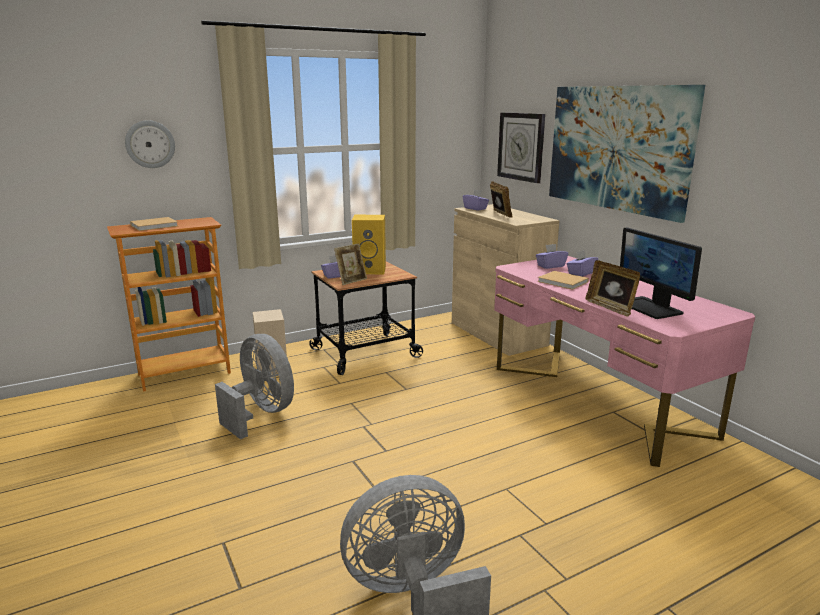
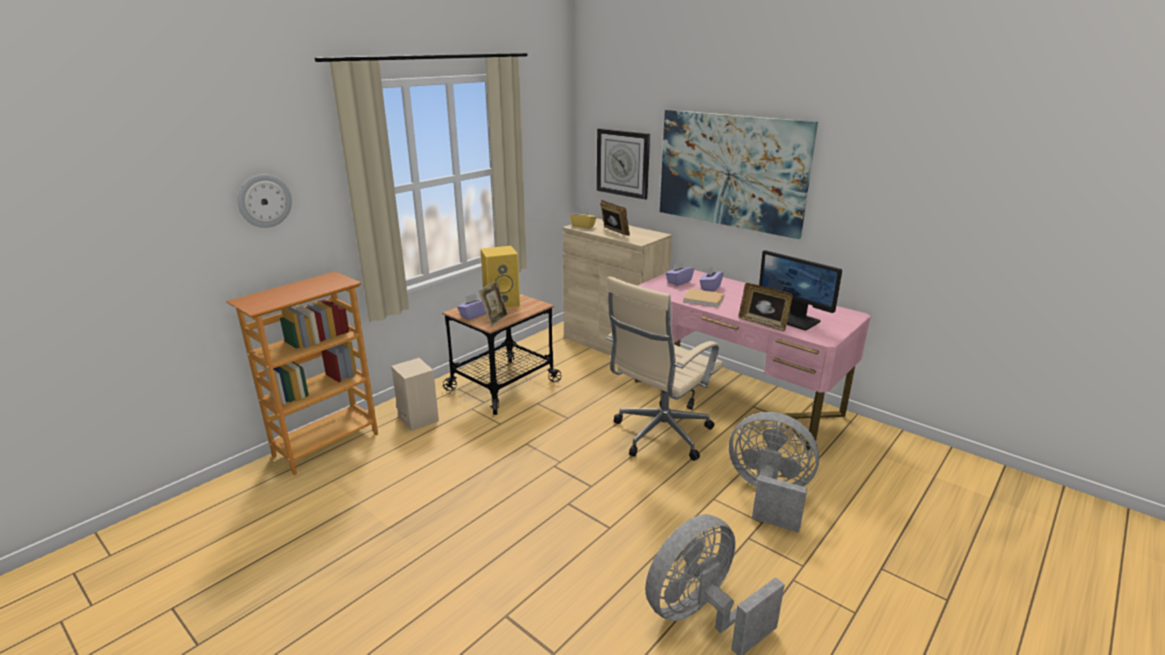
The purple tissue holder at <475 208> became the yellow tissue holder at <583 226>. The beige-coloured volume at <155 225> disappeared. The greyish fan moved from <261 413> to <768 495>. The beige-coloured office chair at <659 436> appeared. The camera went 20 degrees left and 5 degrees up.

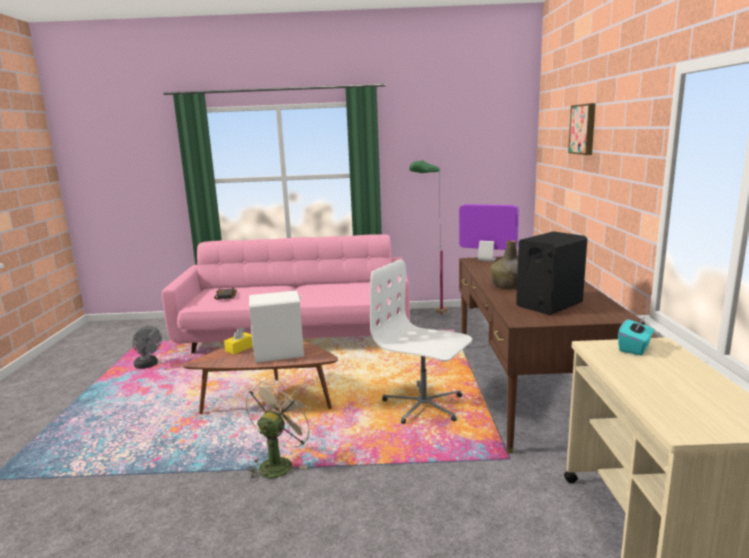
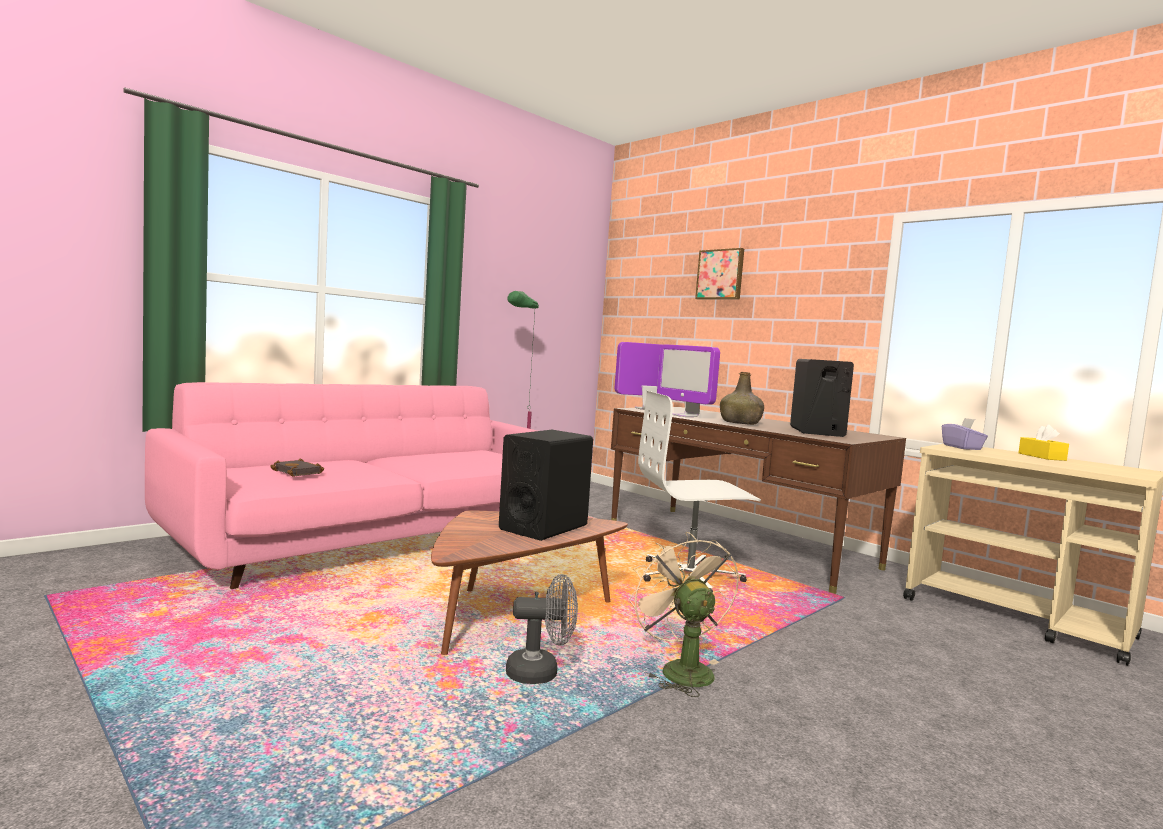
The white-coloured audio speaker at <279 353> became the black audio speaker at <544 527>. The blue-green tissue holder at <634 348> became the purple tissue holder at <962 447>. The greyish fan moved from <148 365> to <541 672>. The yellow tissue holder moved from <240 348> to <1041 457>. The computer display at <685 416> appeared. The camera went 45 degrees left and 10 degrees down.

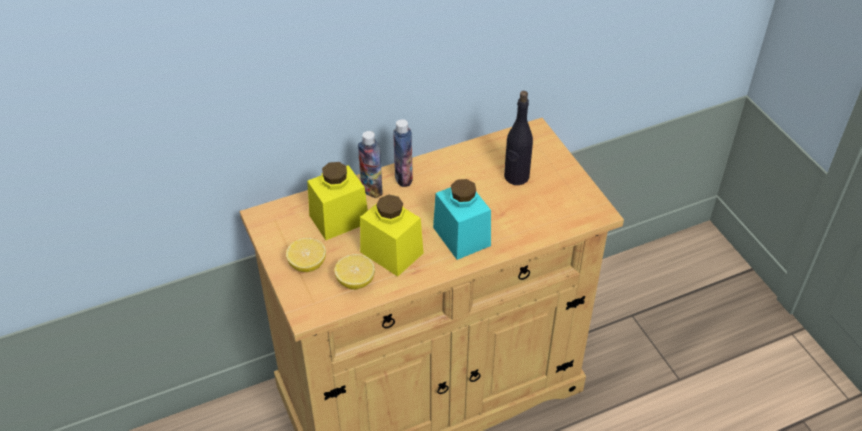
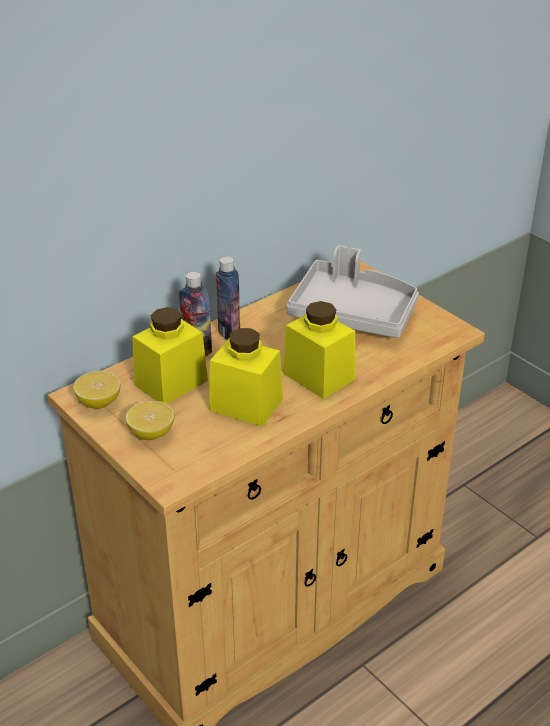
The black beverage bottle at <516 177> was replaced by the greyish carrying tray at <353 313>. The blue-green preserve jar at <461 236> became the yellow preserve jar at <318 376>. The lemon moved from <355 281> to <99 402>. The camera went 15 degrees left and 10 degrees down.

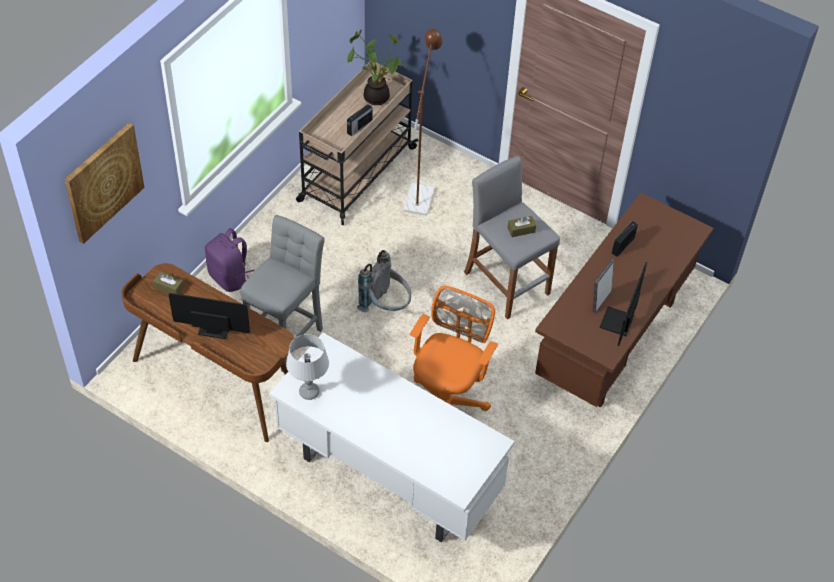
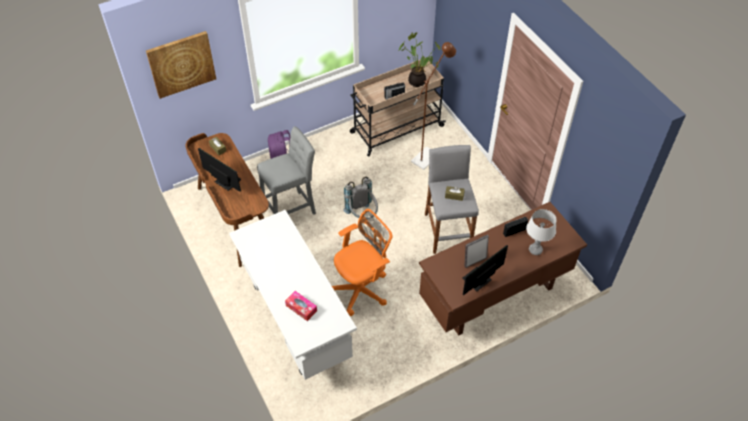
The greyish lamp for a table moved from <309 392> to <535 250>. The tissue holder at <301 308> appeared. The camera went 30 degrees right and 0 degrees up.

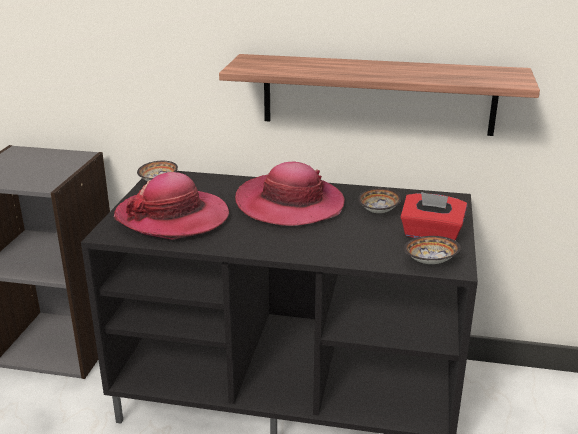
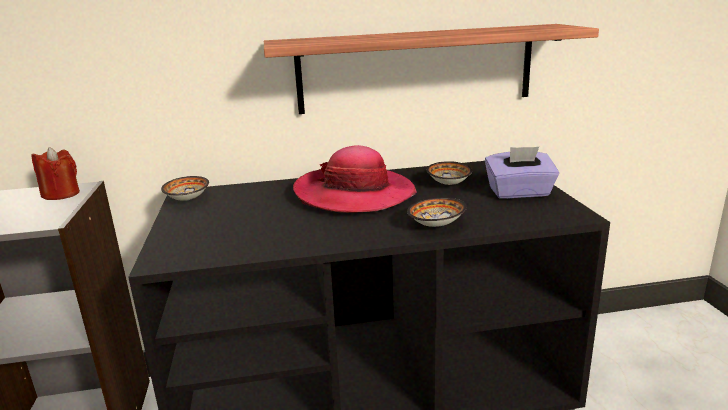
The hat at <173 217> disappeared. The reddish tissue holder at <431 234> became the purple tissue holder at <519 193>. The serving bowl moved from <432 262> to <438 225>. The reddish candle at <61 194> appeared. The camera went 20 degrees left and 5 degrees down.

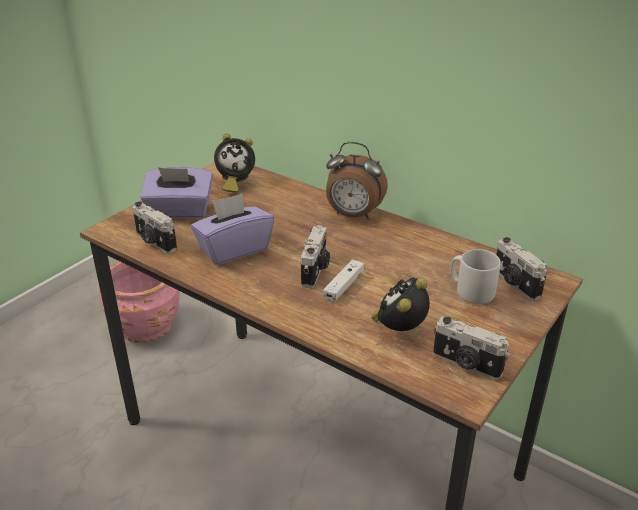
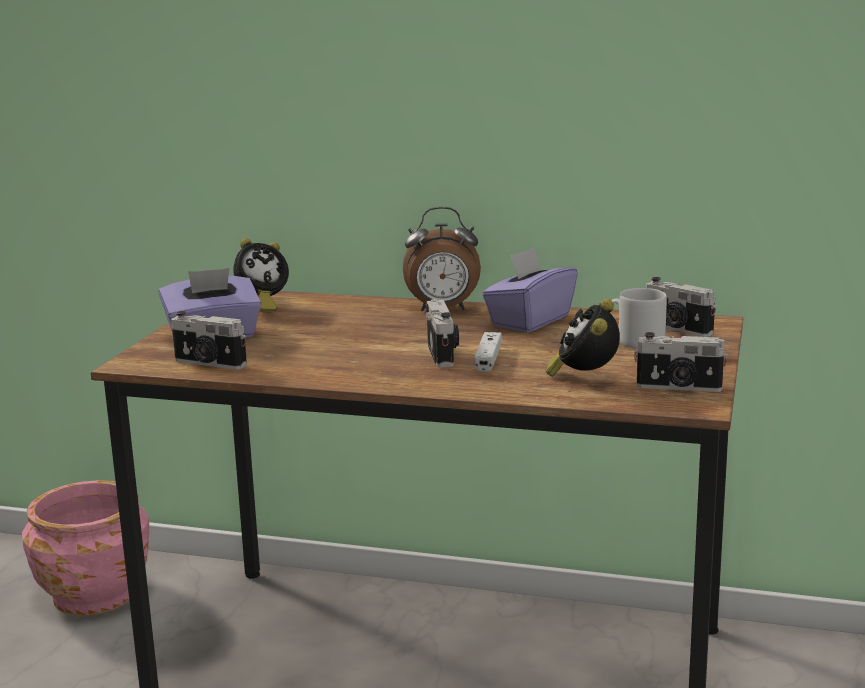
The purple tissue holder moved from <234 249> to <529 321>. The camera went 20 degrees left and 15 degrees down.

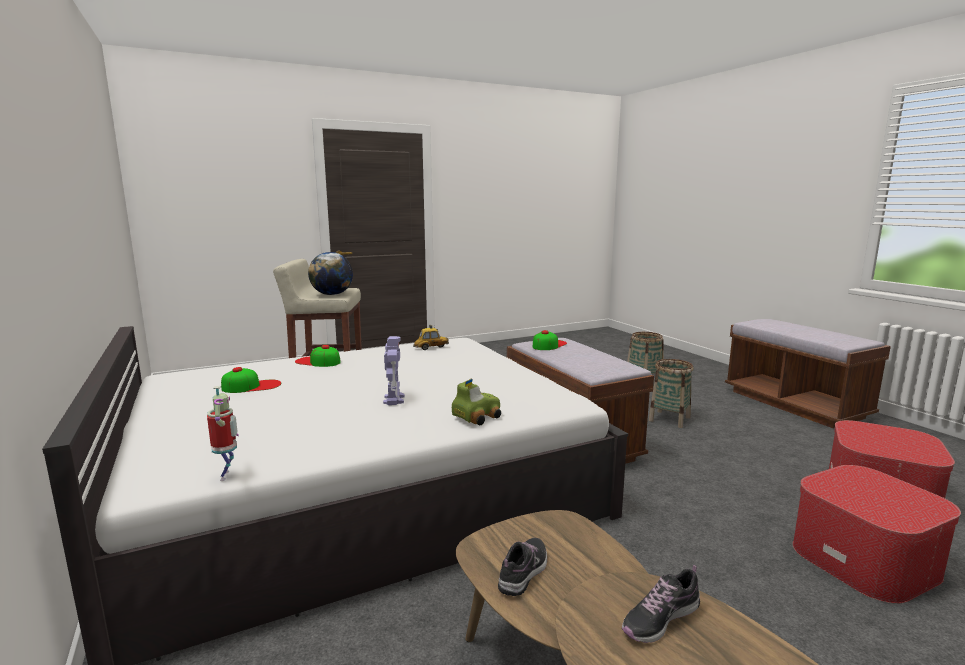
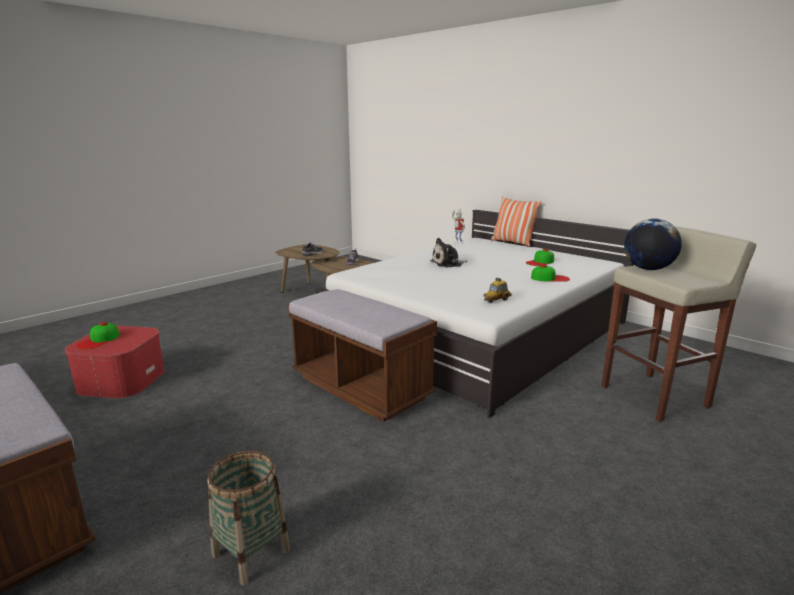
The baseball cap moved from <549 345> to <99 340>. The toy robot at <394 399> was replaced by the cuddly toy at <448 264>. The basket at <669 419> disappeared. The miniature car at <476 417> disappeared. The footrest at <865 559> disappeared. The cushion at <512 242> appeared. The camera went 160 degrees right and 5 degrees up.

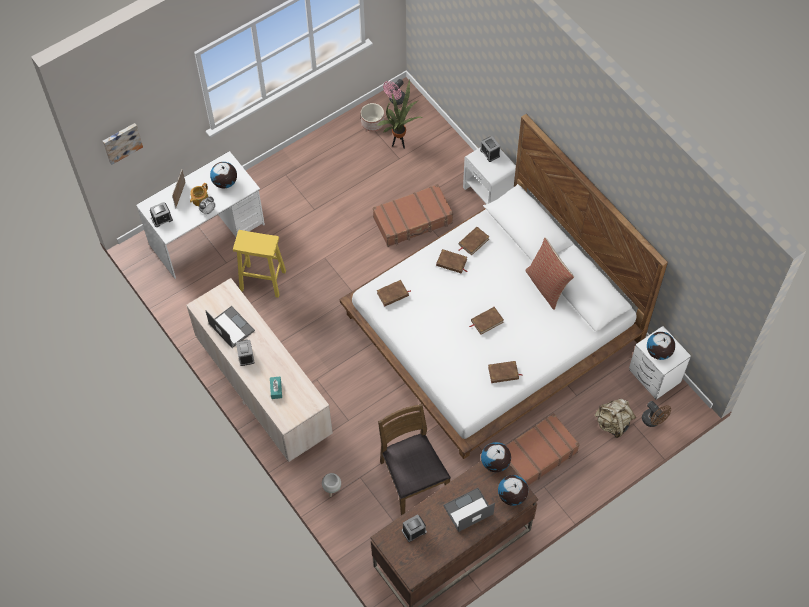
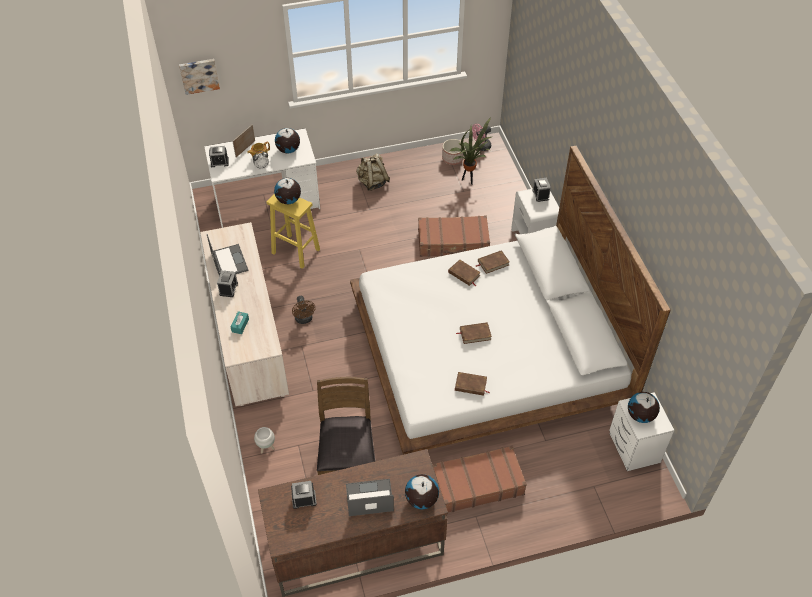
The cushion at <547 286> disappeared. The brown-coloured volume at <393 294> disappeared. The beige-coloured rucksack moved from <613 423> to <372 183>. The brown-coloured fan moved from <653 421> to <304 319>. The world globe moved from <495 463> to <288 200>. The camera went 20 degrees right and 10 degrees down.

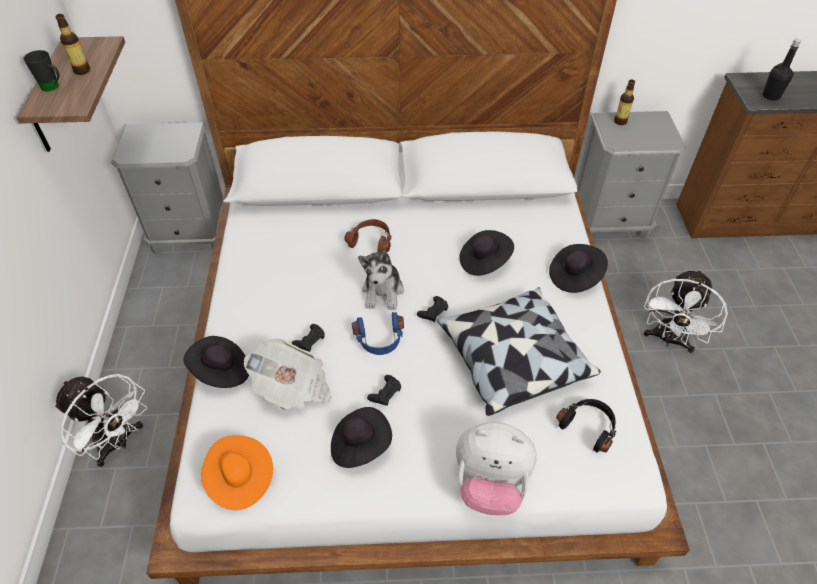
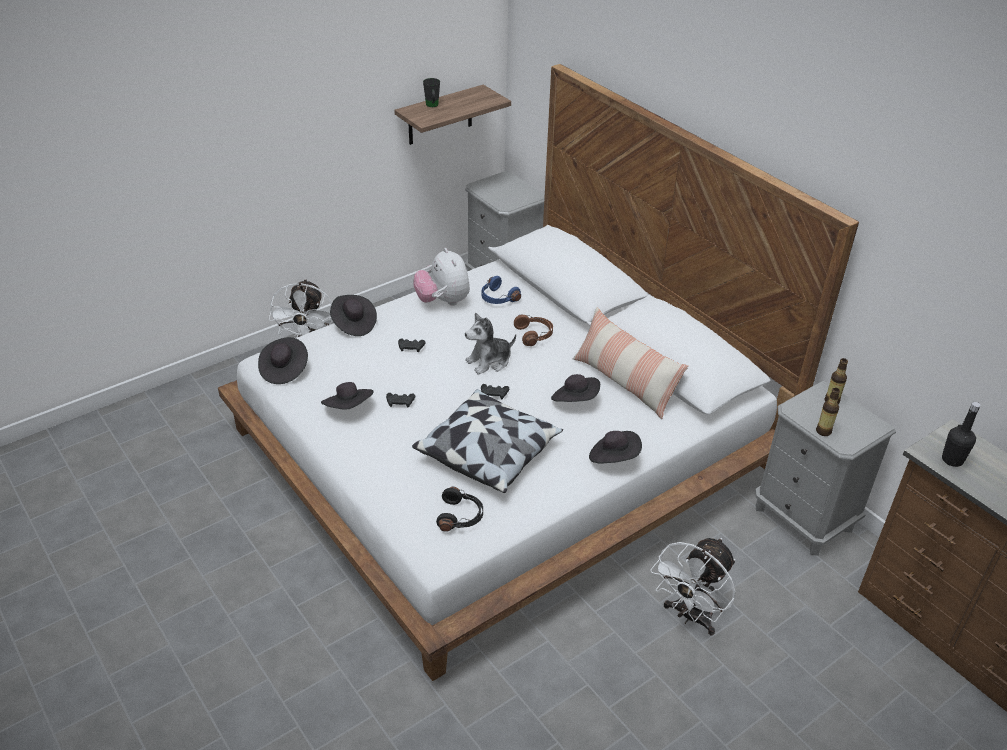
The beverage bottle moved from <82 71> to <823 431>. The white-coloured fan at <668 340> turned 45 degrees counterclockwise. The blue headphones moved from <380 340> to <498 298>. The printed paper at <293 387> disappeared. The cuddly toy moved from <490 484> to <443 301>. The orange hat at <240 479> became the black hat at <284 370>. The cushion at <624 382> appeared. The camera went 55 degrees right and 10 degrees down.

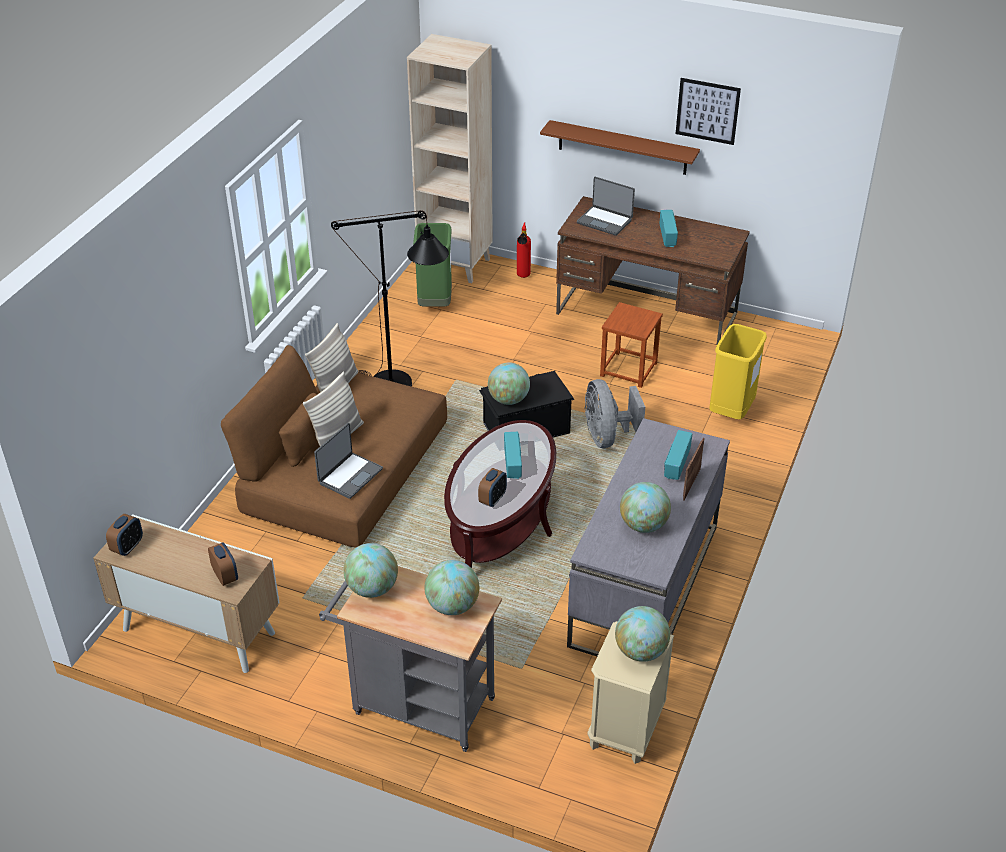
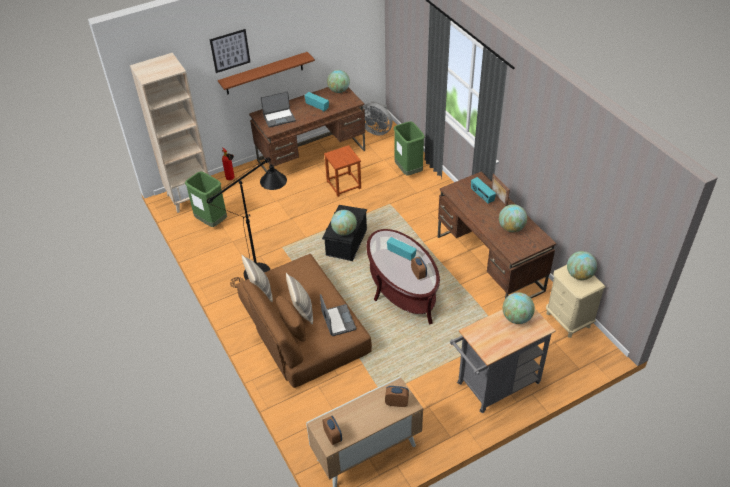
The picture moved from <707 111> to <230 50>. The yellow rubbish bin at <731 412> became the green rubbish bin at <408 171>. The greyish fan moved from <607 437> to <376 130>. The greyish desk unit at <644 586> became the brown-coloured desk unit at <490 264>. The world globe moved from <372 588> to <339 90>. The camera went 50 degrees left and 5 degrees up.

